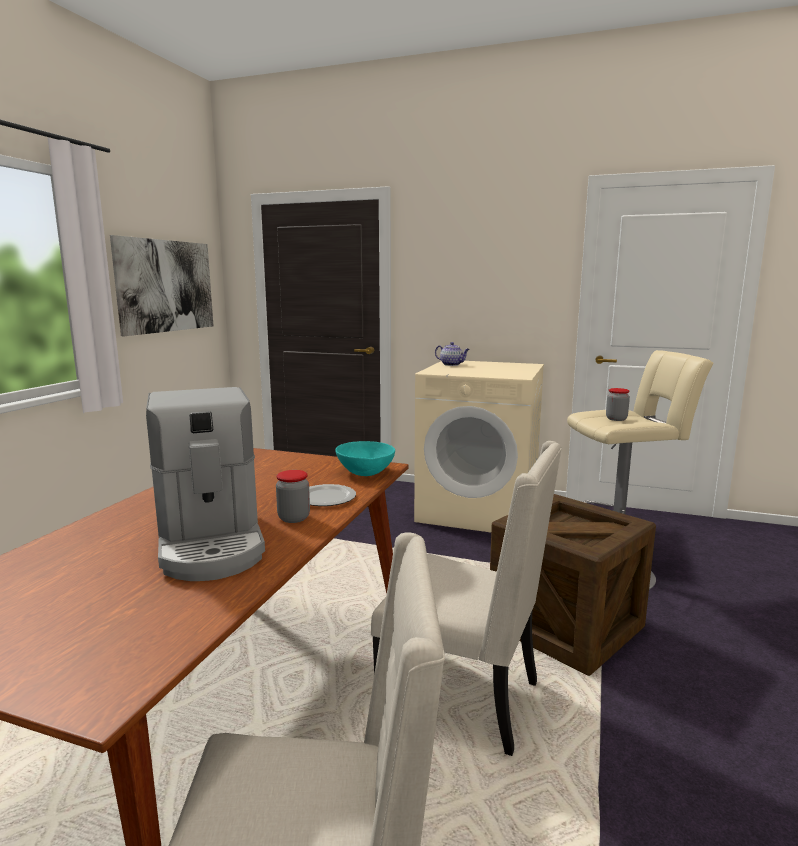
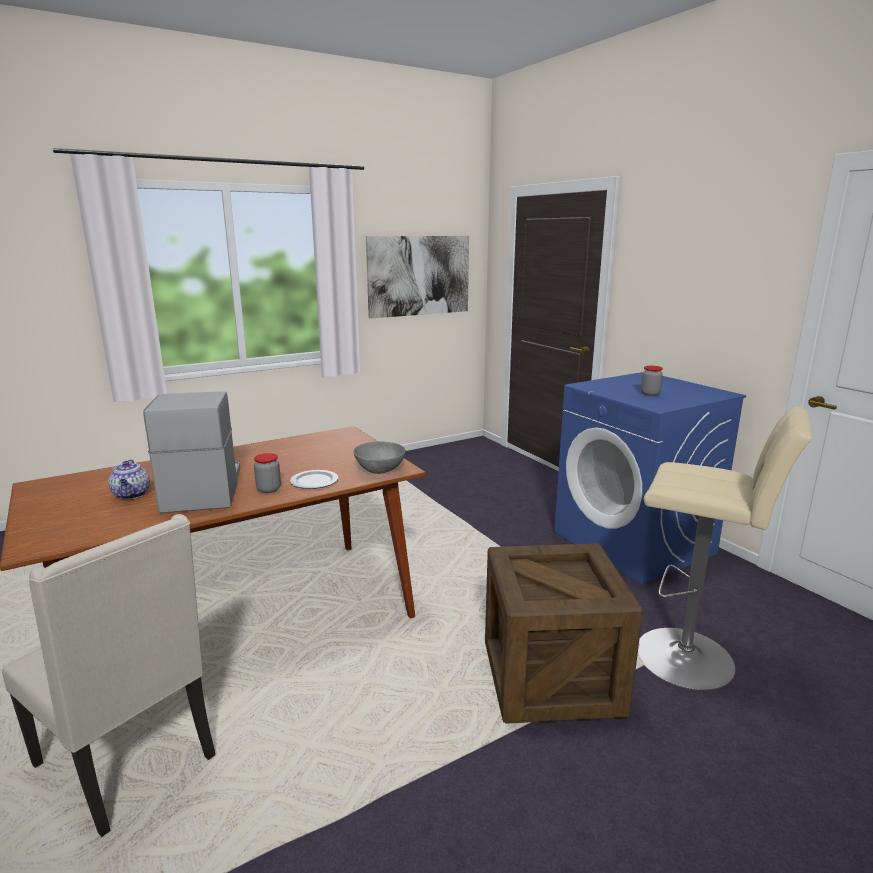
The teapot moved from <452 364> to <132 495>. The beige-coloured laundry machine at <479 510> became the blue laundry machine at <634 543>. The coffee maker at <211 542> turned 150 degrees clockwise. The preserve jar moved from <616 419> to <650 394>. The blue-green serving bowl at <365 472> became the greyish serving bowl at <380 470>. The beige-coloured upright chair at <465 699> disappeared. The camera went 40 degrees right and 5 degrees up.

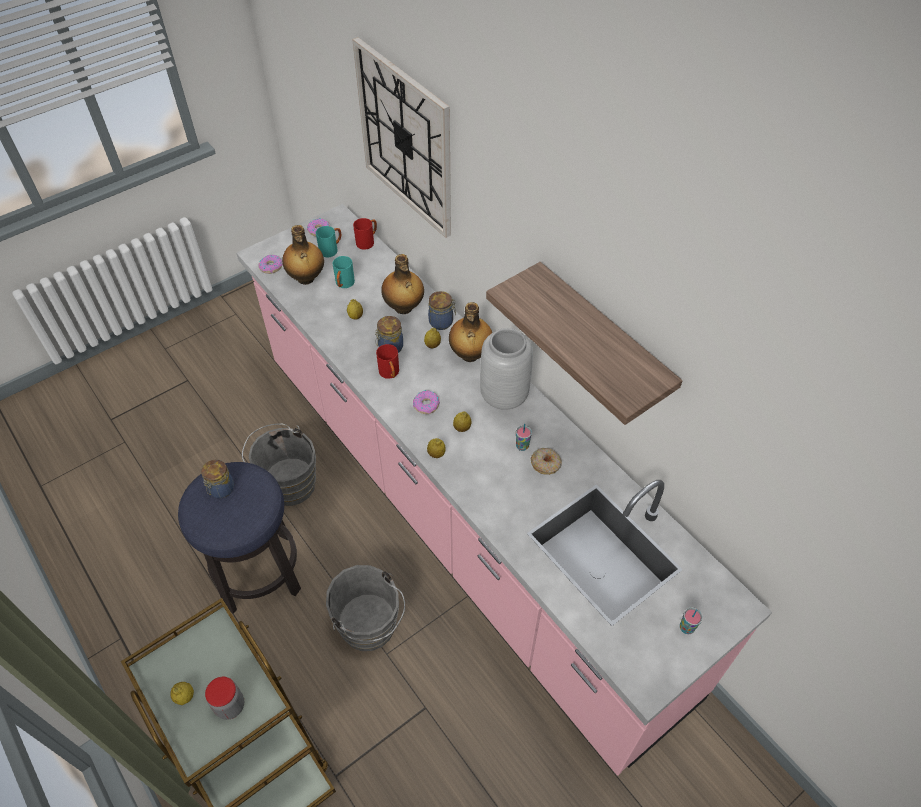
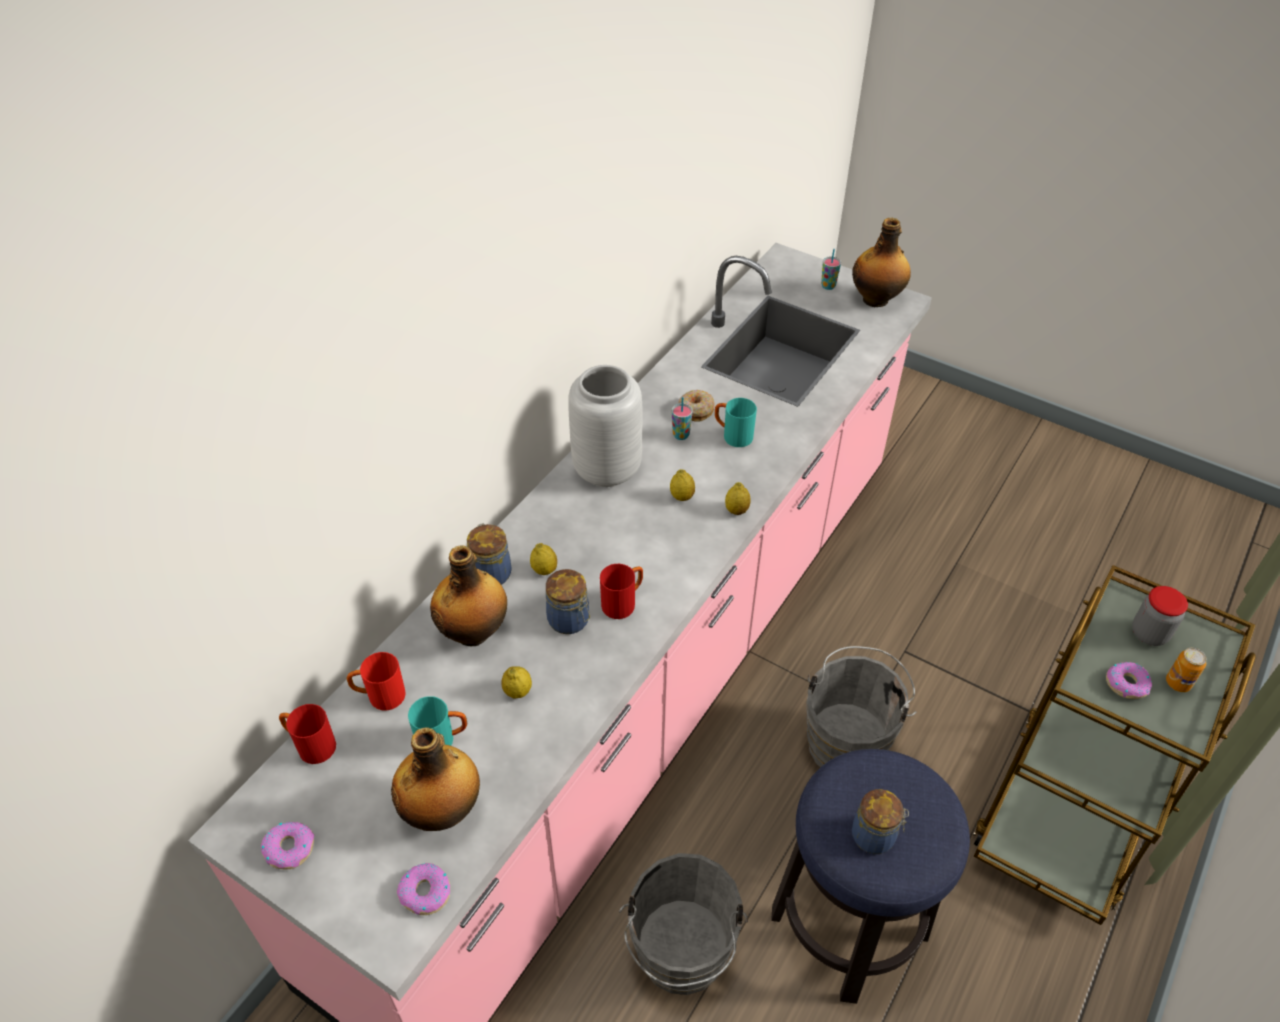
The hanging clock at <405 139> disappeared. The blue-green coffee mug moved from <331 249> to <732 435>. The wall shelf at <602 340> disappeared. The beverage bottle moved from <470 355> to <876 299>. The doughnut moved from <426 405> to <1126 684>. The lemon at <185 697> was replaced by the can at <1178 683>. The reddish coffee mug at <379 696> appeared. The camera went 110 degrees left and 5 degrees down.

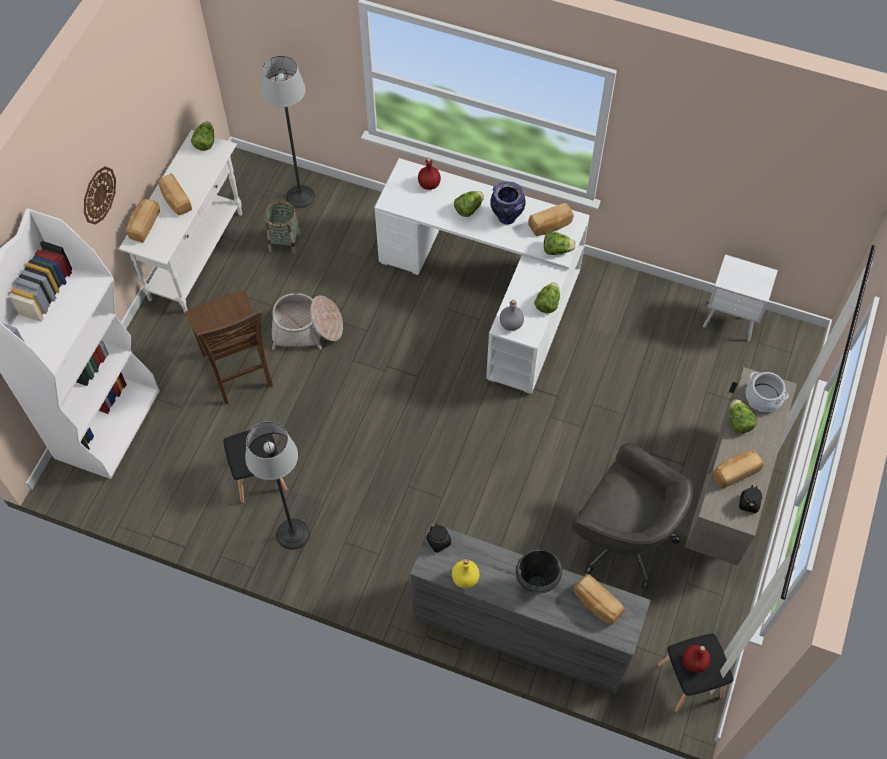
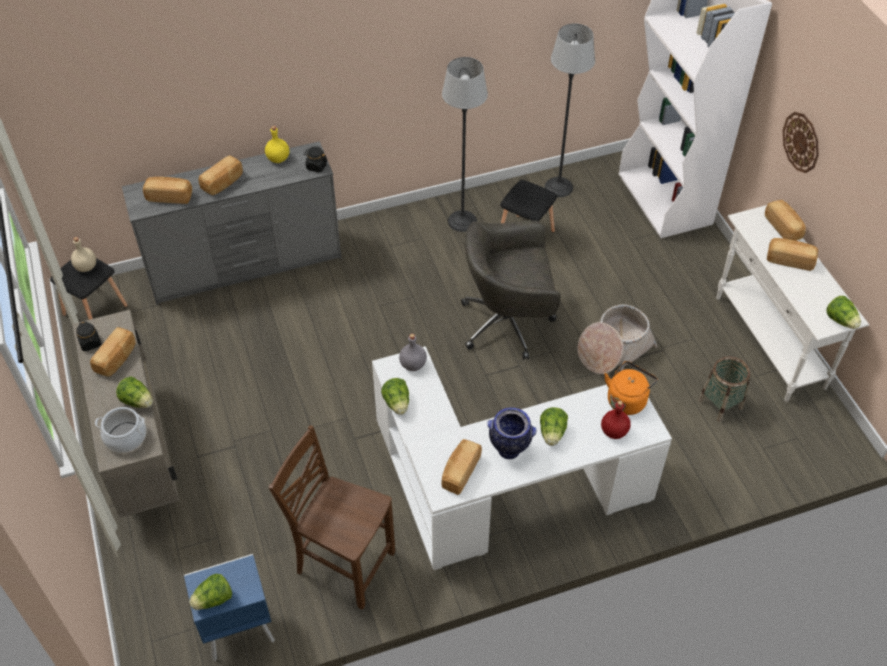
The floor lamp moved from <300 196> to <558 187>. The head of lettuce moved from <557 250> to <213 599>. The white-coloured bedside table at <731 322> became the blue bedside table at <237 631>. The brown-coloured upright chair moved from <238 371> to <343 563>. The greyish office chair moved from <622 539> to <509 323>. The black stockpot at <536 585> was replaced by the bakery bread at <223 183>. The reddish beverage bottle at <694 662> became the beige-coloured beverage bottle at <86 267>. The orange kettle at <627 399> appeared. The camera went 140 degrees right and 10 degrees down.

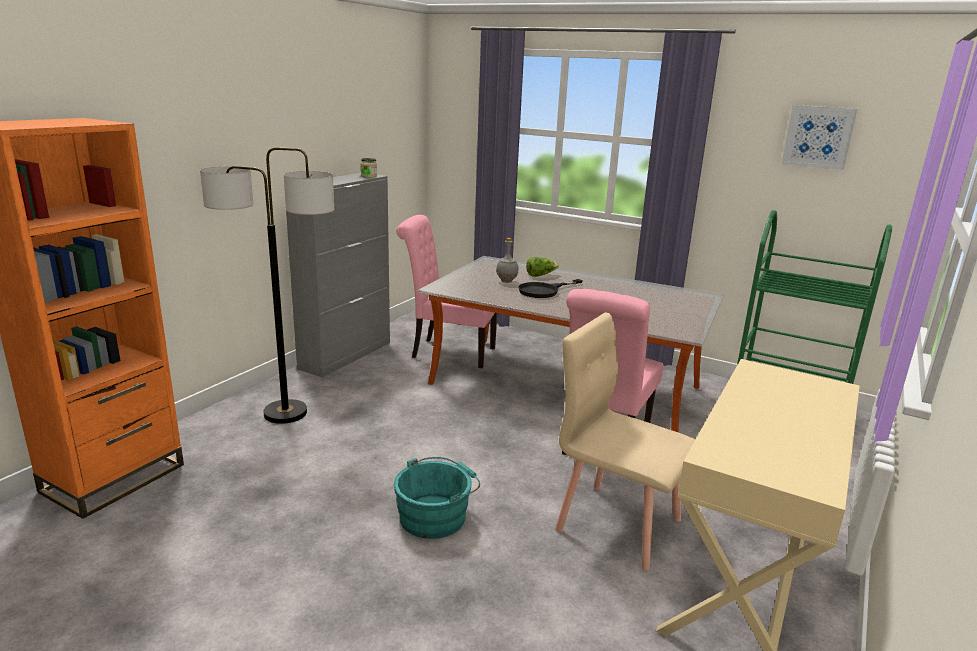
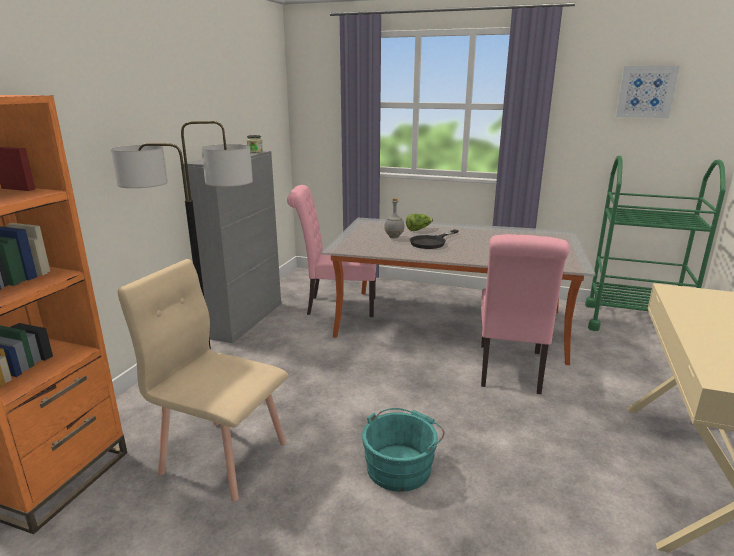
The beige-coloured upright chair moved from <618 523> to <224 456>. The camera went 10 degrees left and 0 degrees up.

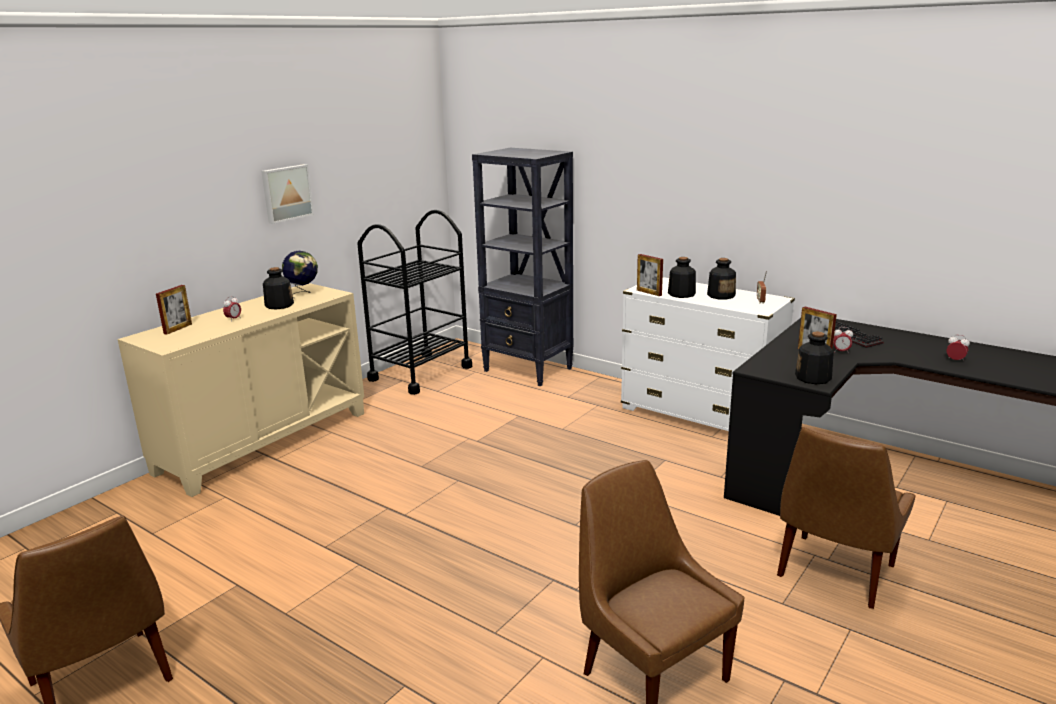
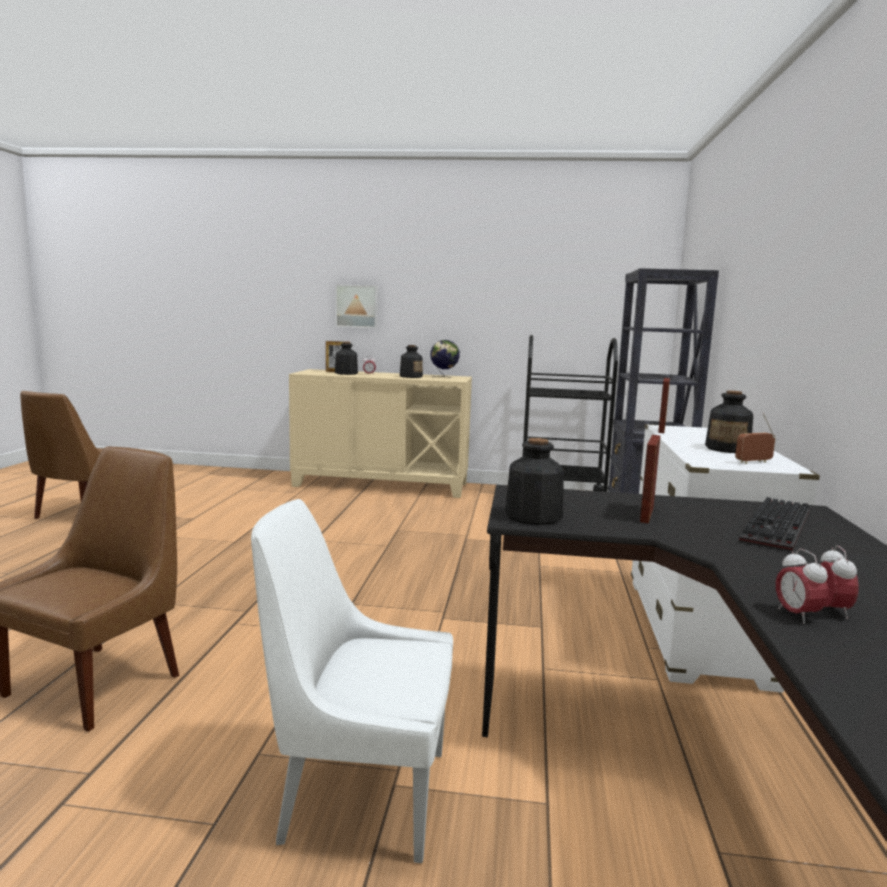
The picture moved from <286 193> to <357 306>. The beverage bottle moved from <681 294> to <346 373>. The alarm clock moved from <841 351> to <797 615>. The brown-coloured upright chair at <834 573> became the white-coloured upright chair at <358 794>. The camera went 60 degrees right and 10 degrees down.

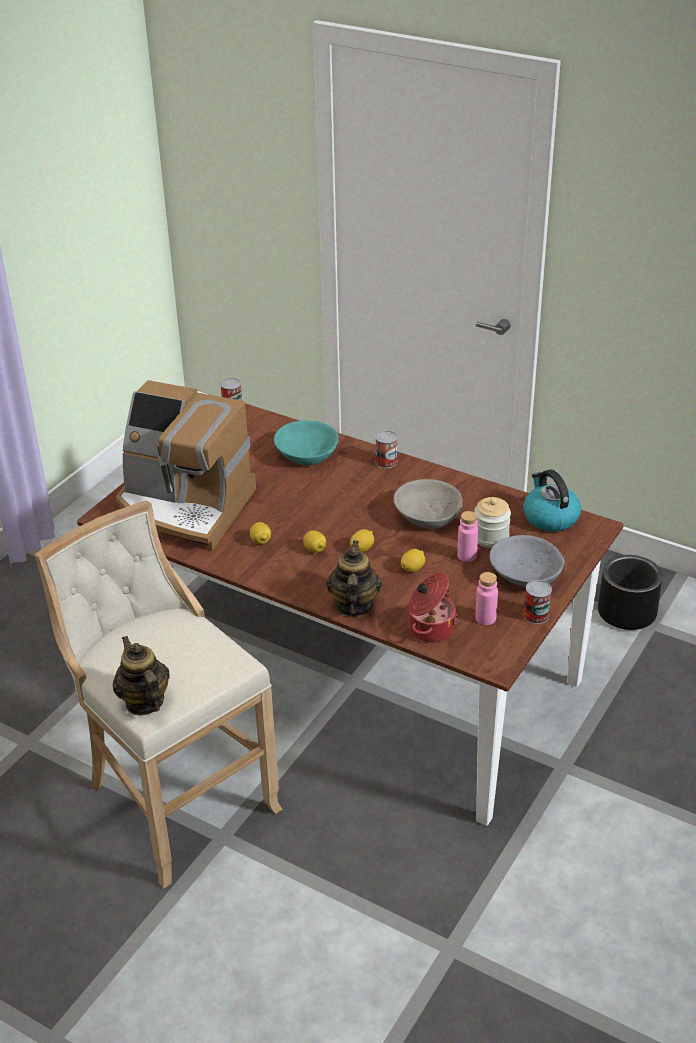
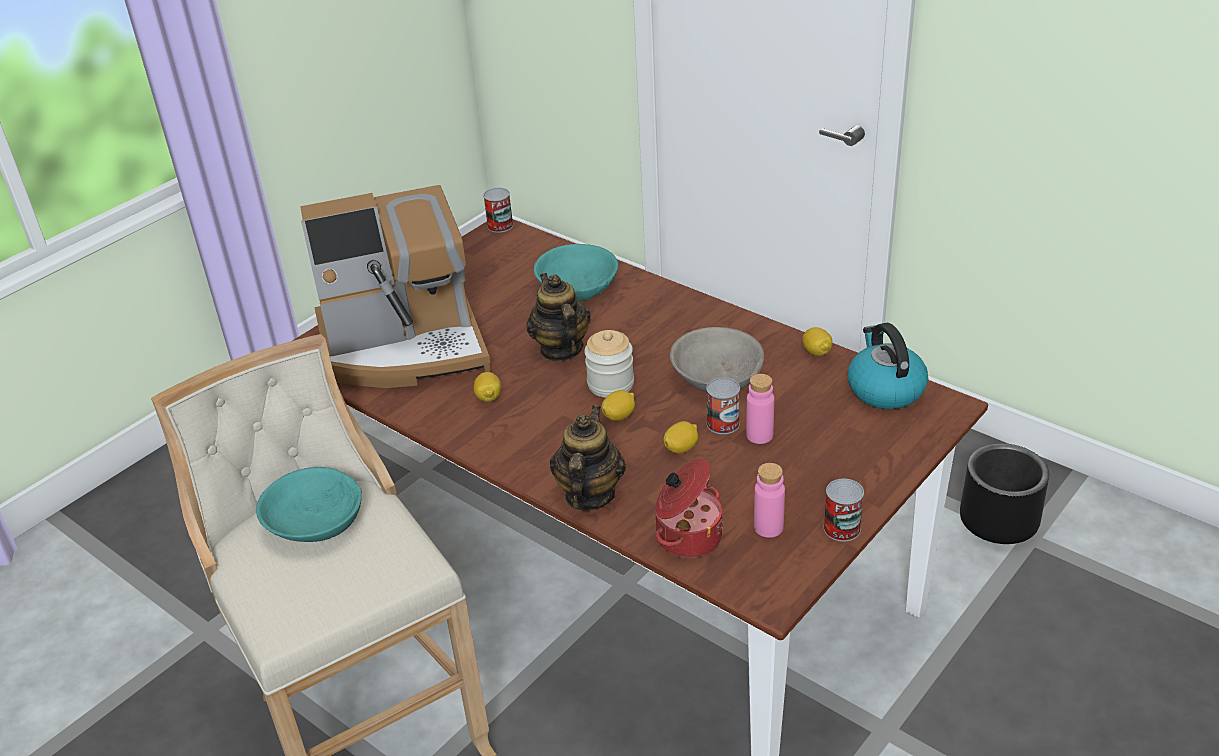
The coffee maker at <185 507> turned 45 degrees counterclockwise. The can moved from <386 462> to <723 423>. The preserve jar moved from <491 537> to <610 384>. The lemon moved from <315 549> to <816 352>. The greyish serving bowl at <525 574> disappeared. The teapot moved from <144 702> to <560 349>. The blue-green serving bowl at <314 522> appeared. The camera went 10 degrees right and 0 degrees up.

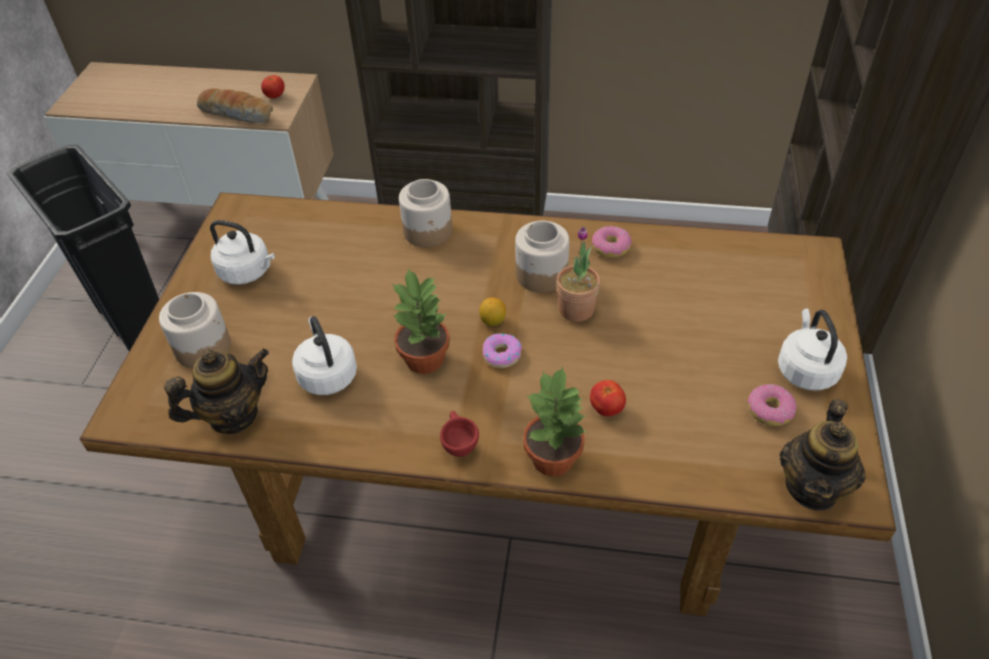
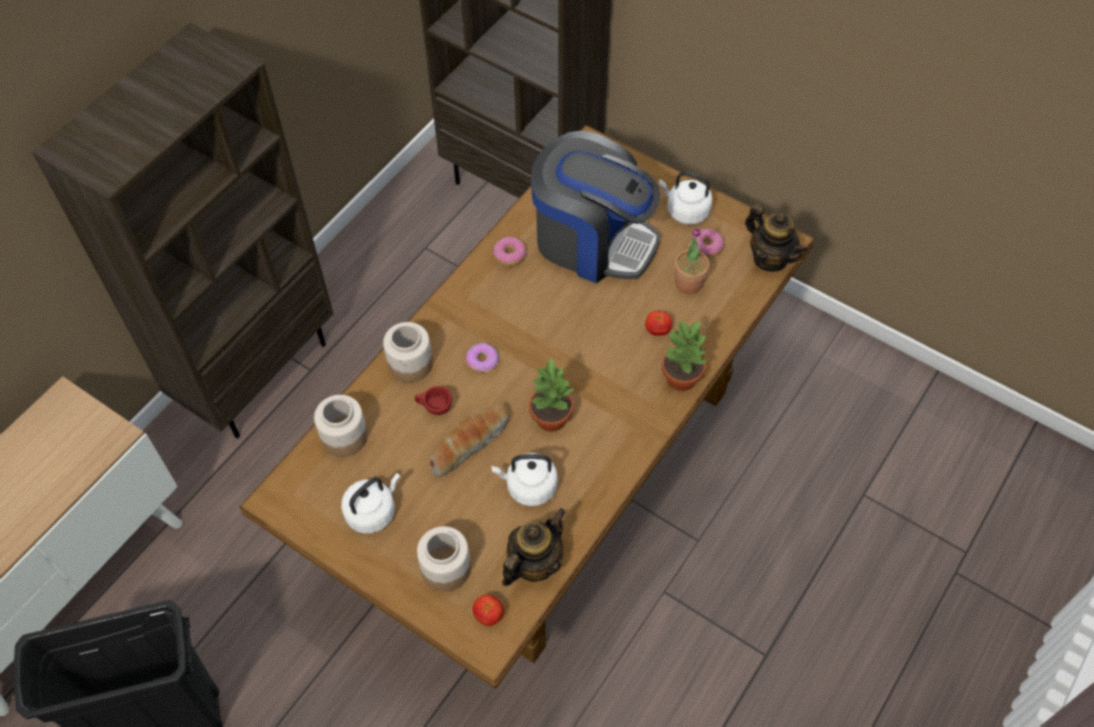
The fresh tomato moved from <275 96> to <489 615>. The bakery bread moved from <238 114> to <468 443>. The preserve jar moved from <541 274> to <344 437>. The houseplant moved from <576 309> to <689 283>. The lemon at <493 321> disappeared. The doughnut moved from <501 354> to <482 360>. The teapot at <233 415> turned 45 degrees clockwise. The reddish cup moved from <458 445> to <434 409>. The coffee maker at <592 241> appeared. The camera went 65 degrees left and 10 degrees up.

